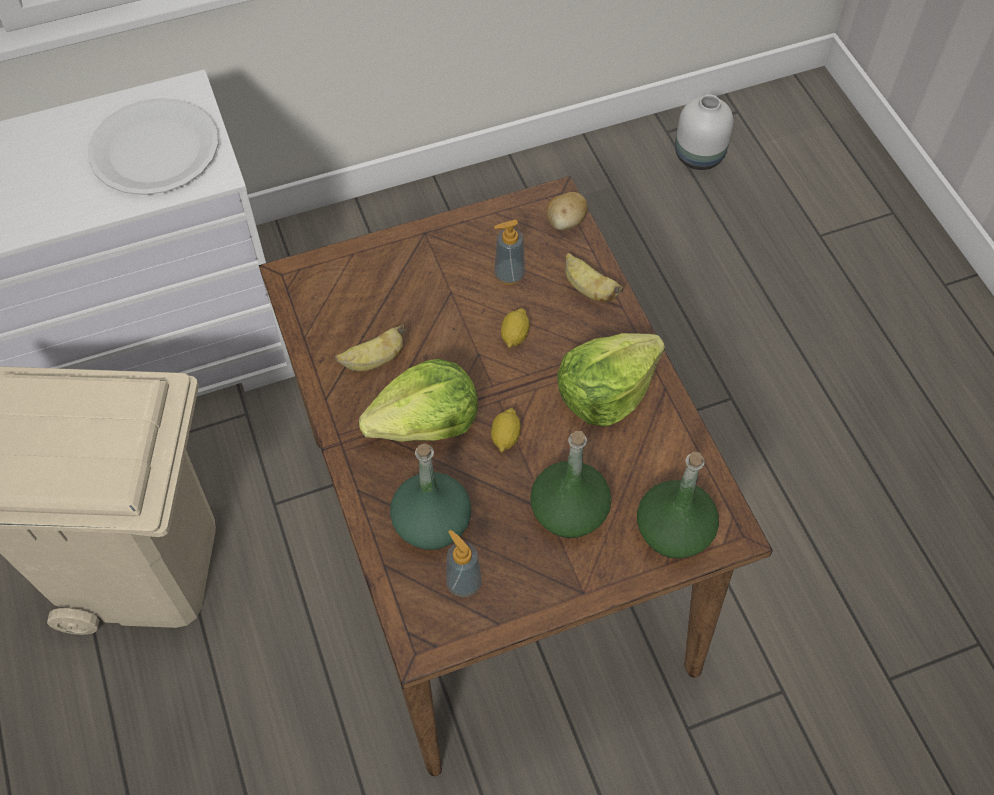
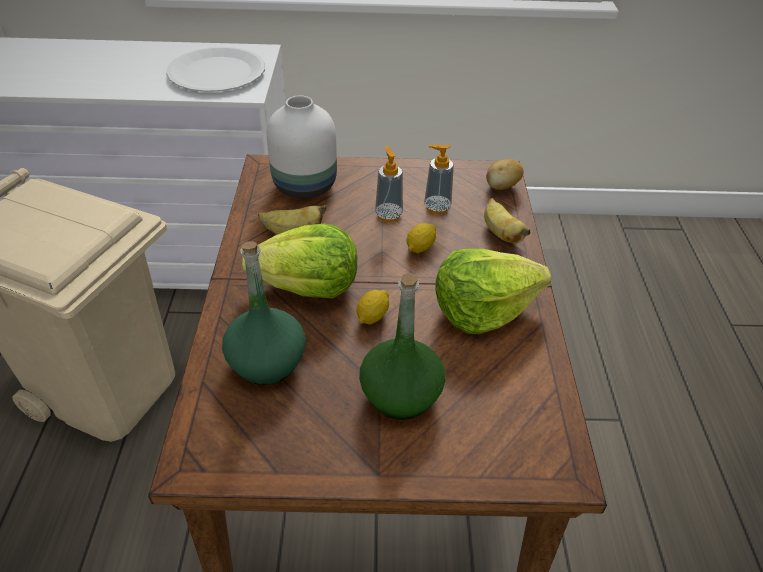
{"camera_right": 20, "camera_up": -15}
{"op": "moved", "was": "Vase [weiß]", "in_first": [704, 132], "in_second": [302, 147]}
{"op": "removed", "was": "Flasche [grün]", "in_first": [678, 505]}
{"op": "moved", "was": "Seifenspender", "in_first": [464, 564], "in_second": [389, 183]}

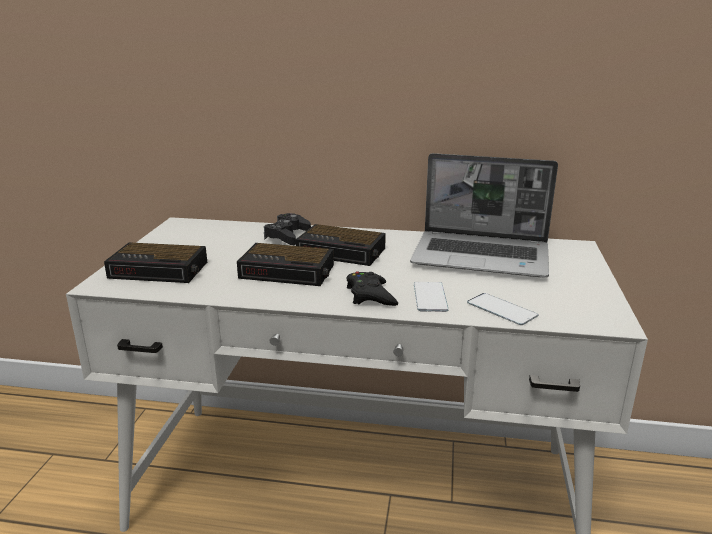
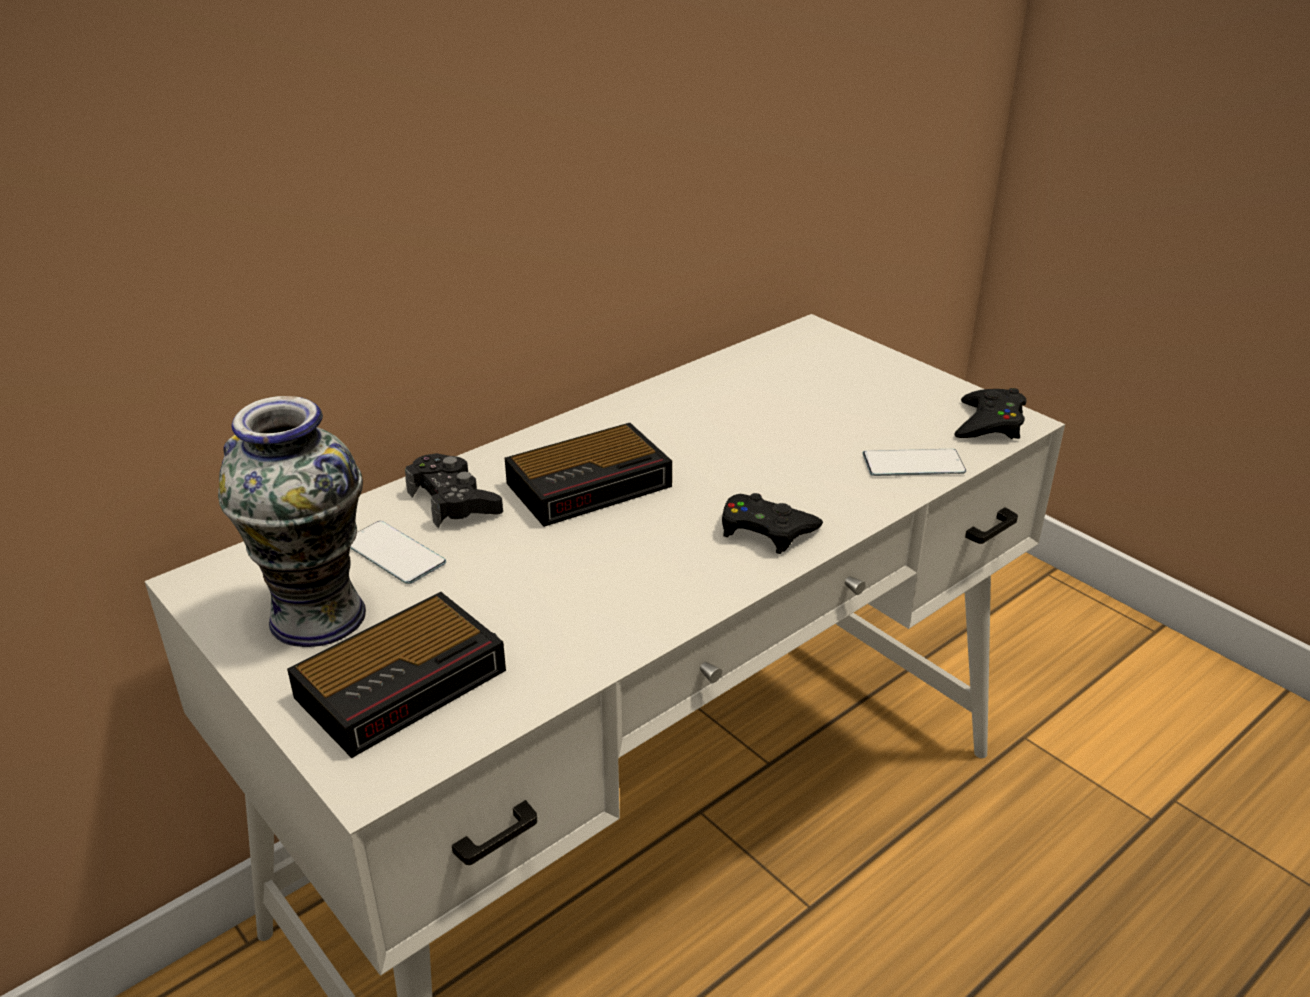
{"camera_right": -50, "camera_up": 10}
{"op": "removed", "was": "Laptop", "in_first": [484, 215]}
{"op": "removed", "was": "Wecker", "in_first": [285, 264]}
{"op": "moved", "was": "Handy", "in_first": [431, 297], "in_second": [398, 552]}
{"op": "added", "now": "Gamepad [schwarz]", "in_second": [990, 413]}
{"op": "added", "now": "Vase", "in_second": [292, 521]}

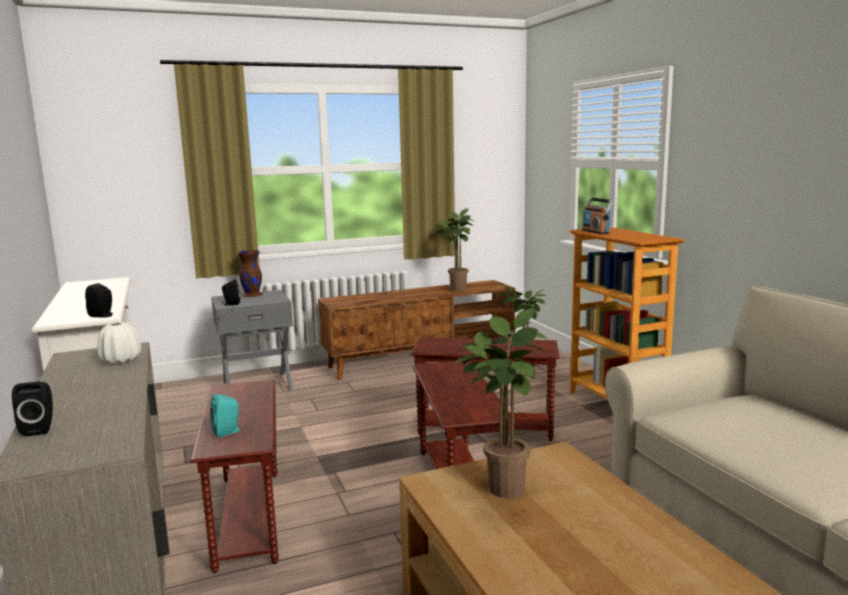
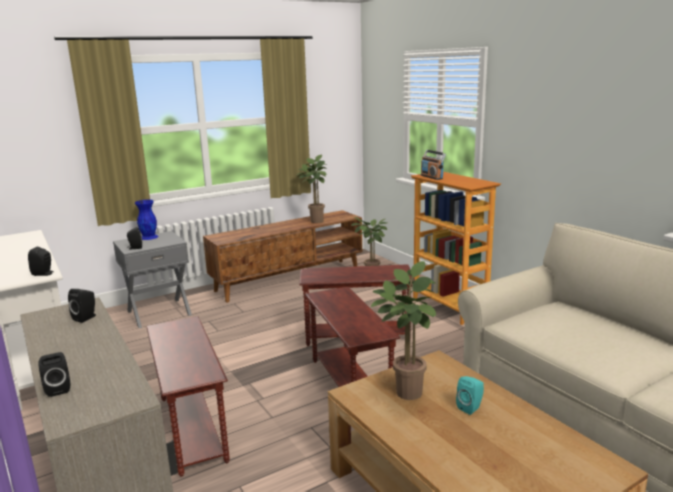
{"camera_right": -10, "camera_up": 5}
{"op": "recoloured", "was": "Vase [braun]", "now": "Vase [blau]", "in_first": [250, 273], "in_second": [147, 220]}
{"op": "replaced", "was": "Vase [weiß]", "now": "Lautsprecher [schwarz]", "in_first": [119, 343], "in_second": [82, 306]}
{"op": "moved", "was": "Lautsprecher [türkis]", "in_first": [225, 415], "in_second": [470, 395]}

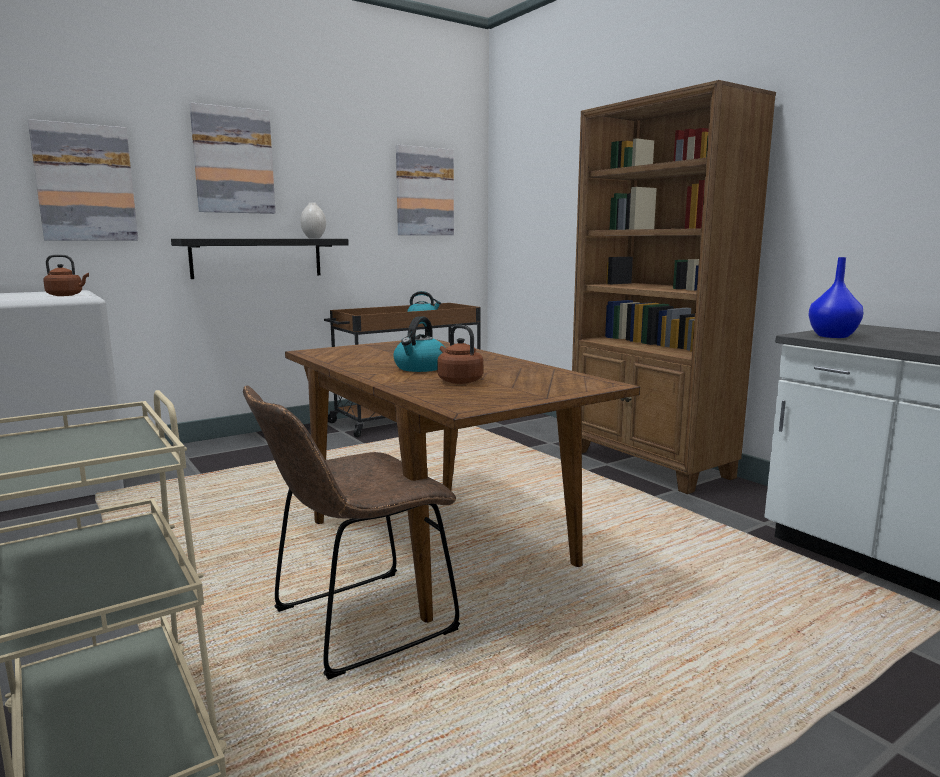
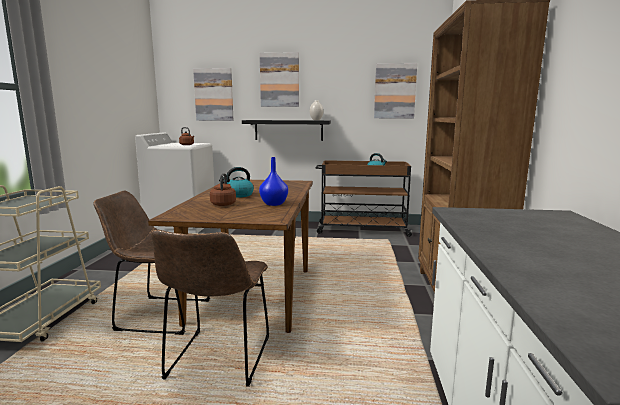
{"camera_right": 40, "camera_up": 0}
{"op": "moved", "was": "Vase [blau]", "in_first": [836, 297], "in_second": [273, 181]}
{"op": "added", "now": "Stuhl [braun]", "in_second": [210, 308]}

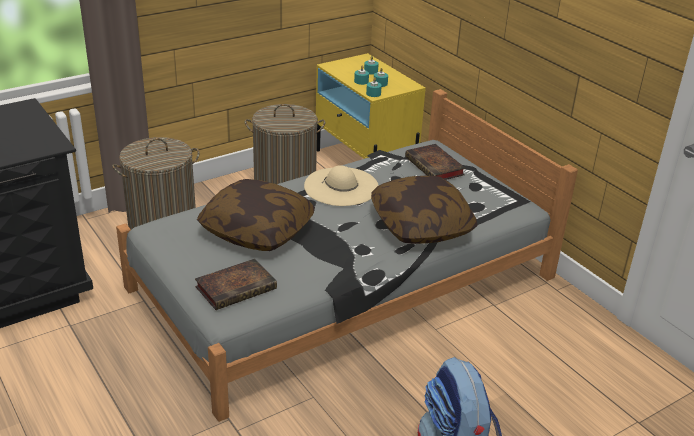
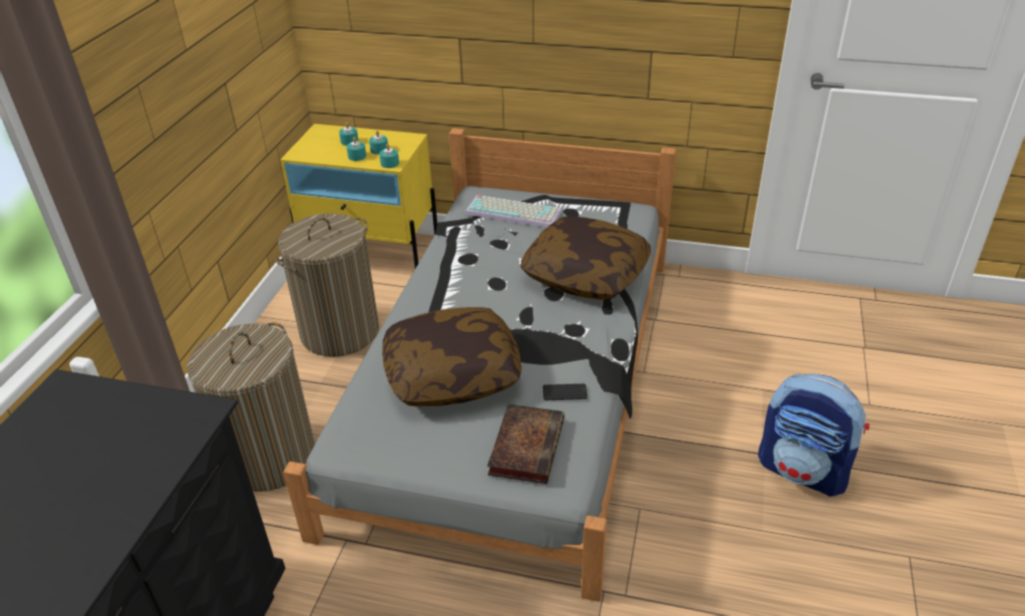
{"camera_right": -40, "camera_up": 5}
{"op": "replaced", "was": "Buch", "now": "Tastatur", "in_first": [435, 162], "in_second": [513, 211]}
{"op": "removed", "was": "Hut [beige]", "in_first": [341, 185]}
{"op": "added", "now": "Handy", "in_second": [565, 392]}

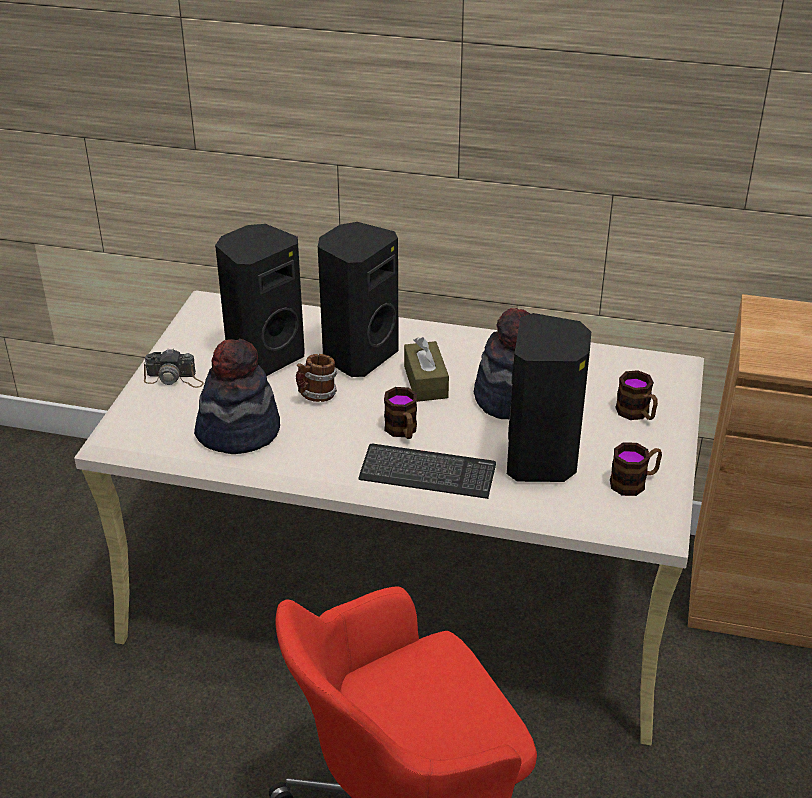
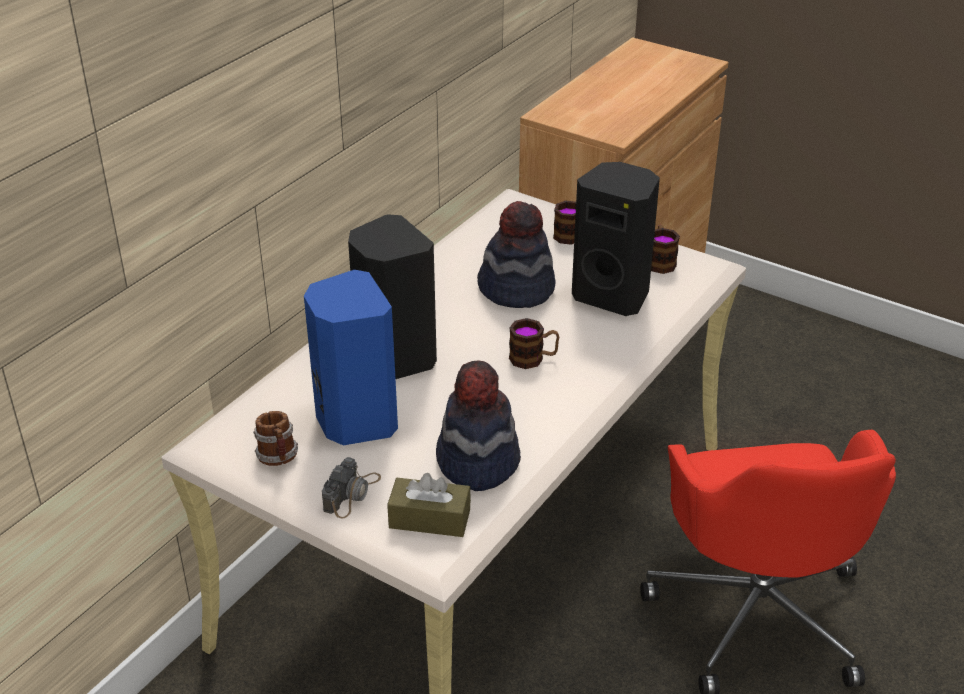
{"camera_right": -70, "camera_up": 0}
{"op": "recoloured", "was": "Lautsprecher [schwarz]", "now": "Lautsprecher [blau]", "in_first": [259, 300], "in_second": [351, 357]}
{"op": "moved", "was": "Taschentuchbox [braun]", "in_first": [426, 369], "in_second": [429, 505]}
{"op": "moved", "was": "Henkelbecher", "in_first": [316, 378], "in_second": [275, 438]}
{"op": "removed", "was": "Tastatur", "in_first": [427, 471]}

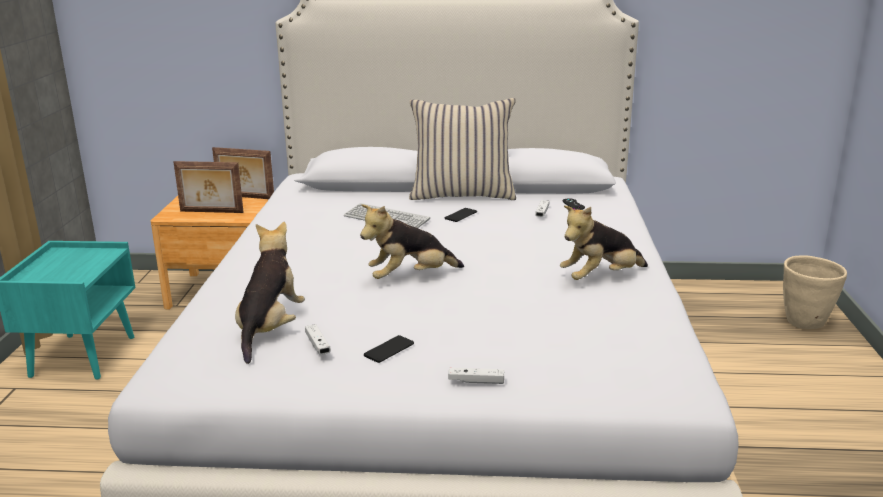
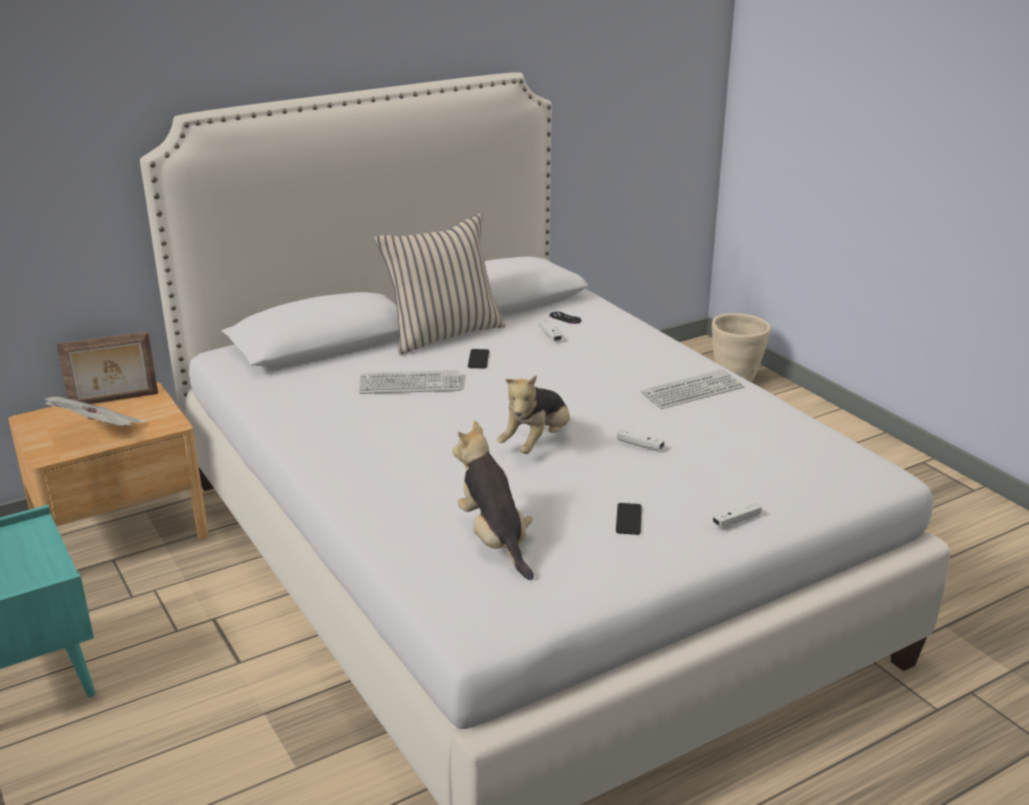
{"camera_right": -35, "camera_up": 5}
{"op": "replaced", "was": "Bilderrahmen", "now": "Zeitung", "in_first": [209, 187], "in_second": [95, 411]}
{"op": "replaced", "was": "Plüschtier", "now": "Tastatur", "in_first": [604, 242], "in_second": [692, 389]}
{"op": "moved", "was": "Gamepad [weiß]", "in_first": [318, 339], "in_second": [640, 439]}

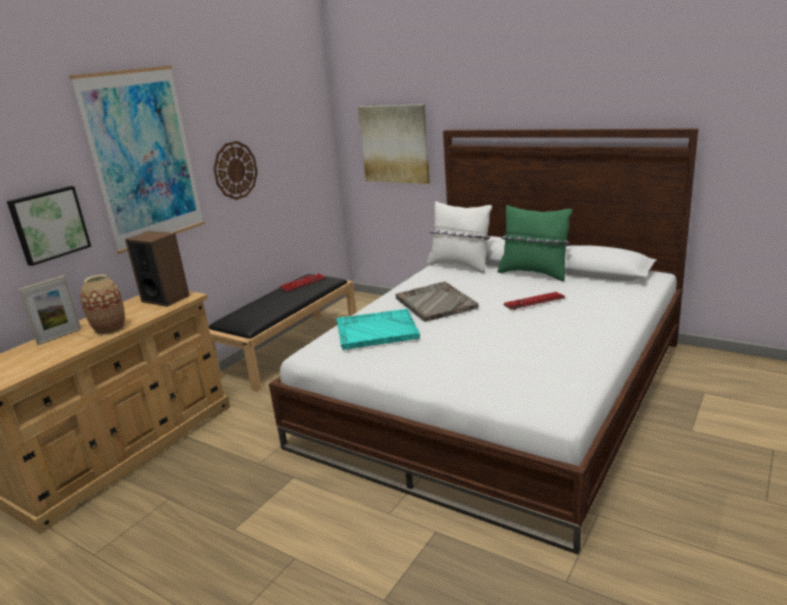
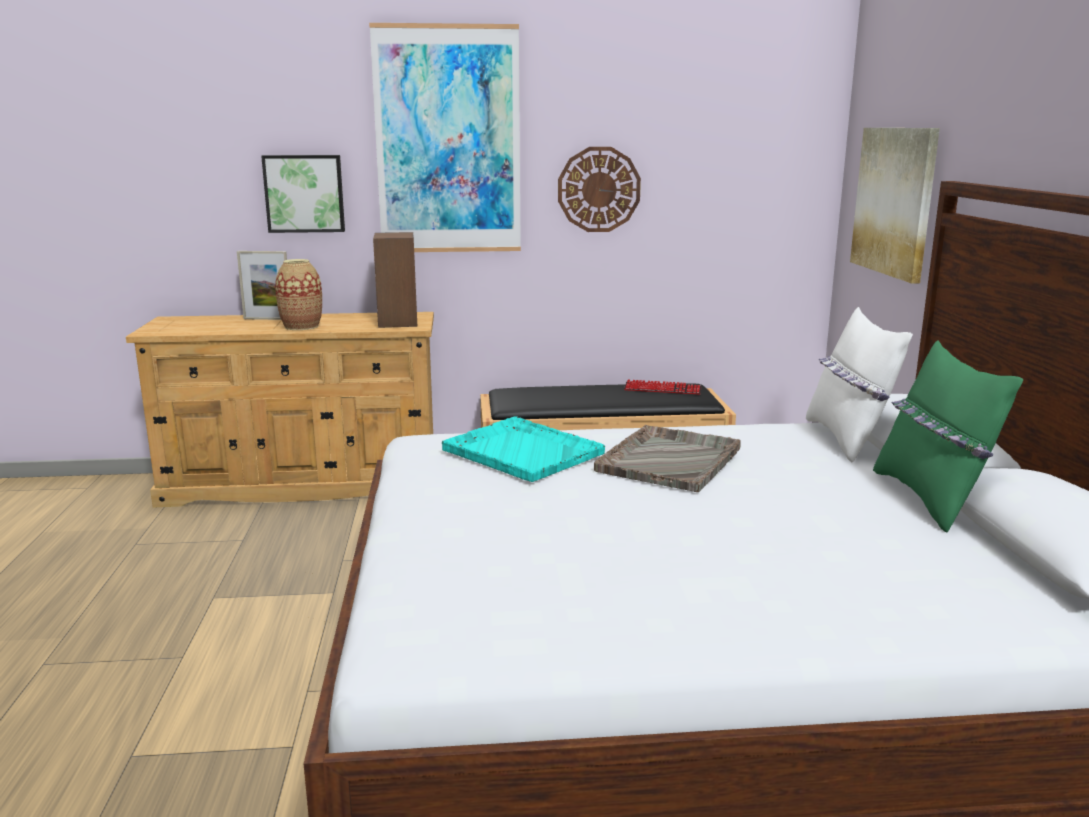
{"camera_right": 50, "camera_up": -5}
{"op": "removed", "was": "Tastatur", "in_first": [534, 301]}

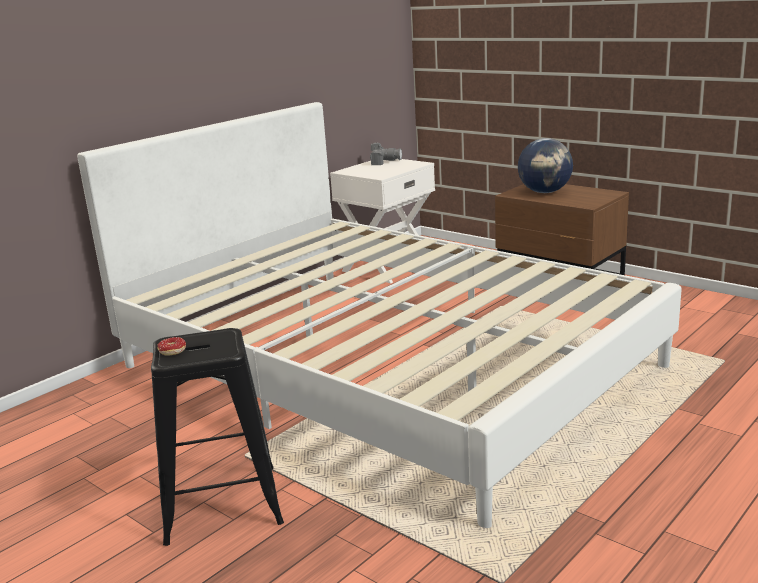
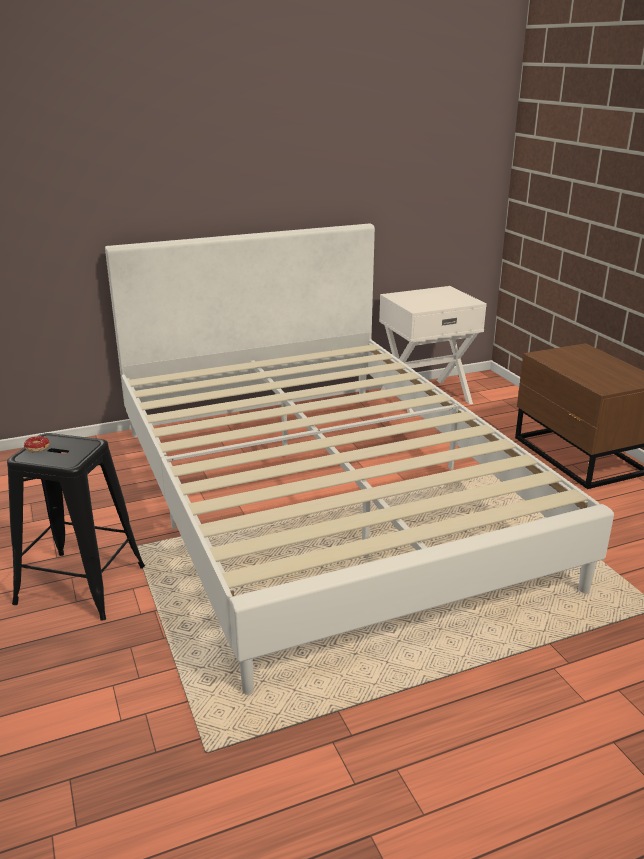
{"camera_right": 25, "camera_up": 5}
{"op": "removed", "was": "Globus", "in_first": [545, 165]}
{"op": "removed", "was": "Kamera", "in_first": [386, 154]}

